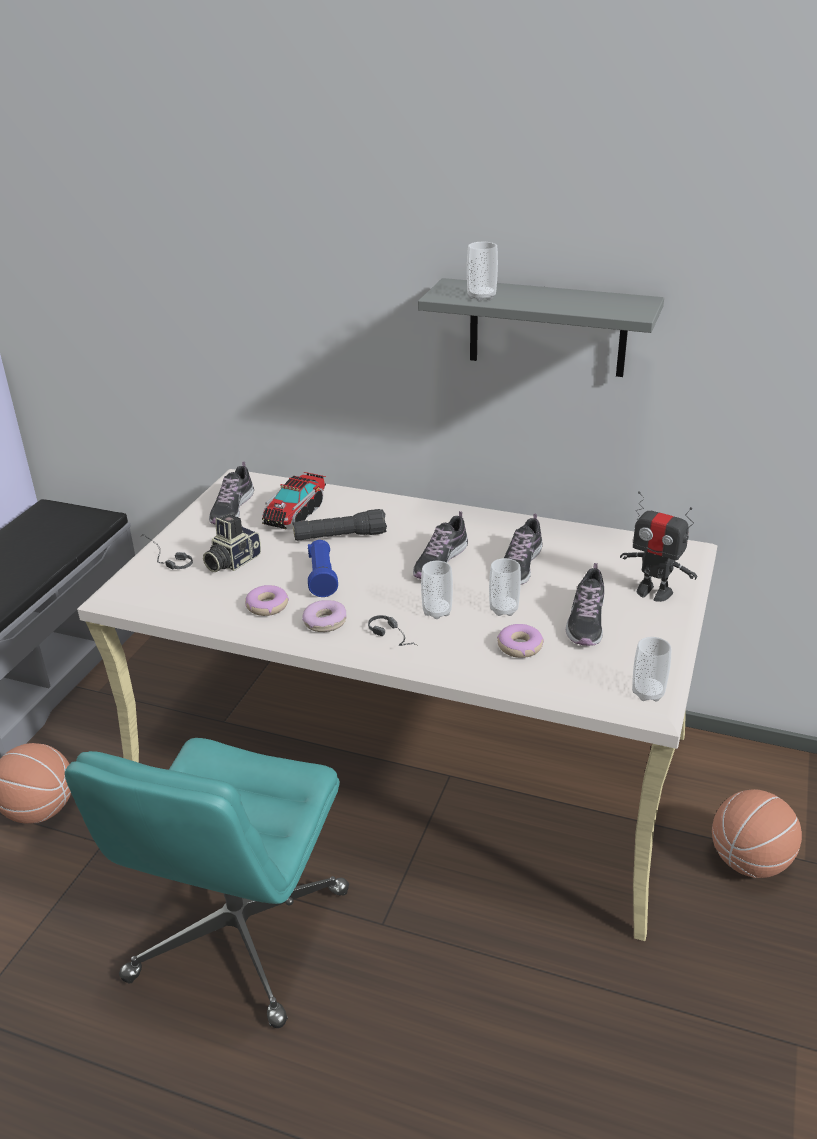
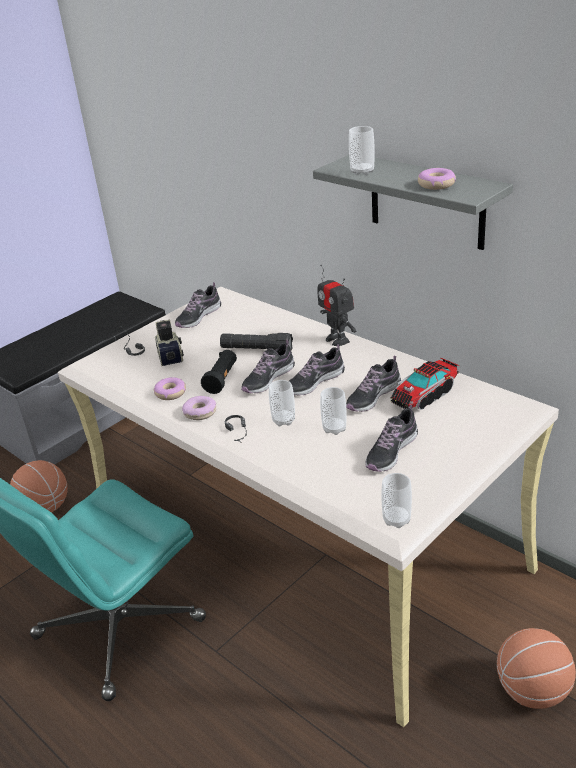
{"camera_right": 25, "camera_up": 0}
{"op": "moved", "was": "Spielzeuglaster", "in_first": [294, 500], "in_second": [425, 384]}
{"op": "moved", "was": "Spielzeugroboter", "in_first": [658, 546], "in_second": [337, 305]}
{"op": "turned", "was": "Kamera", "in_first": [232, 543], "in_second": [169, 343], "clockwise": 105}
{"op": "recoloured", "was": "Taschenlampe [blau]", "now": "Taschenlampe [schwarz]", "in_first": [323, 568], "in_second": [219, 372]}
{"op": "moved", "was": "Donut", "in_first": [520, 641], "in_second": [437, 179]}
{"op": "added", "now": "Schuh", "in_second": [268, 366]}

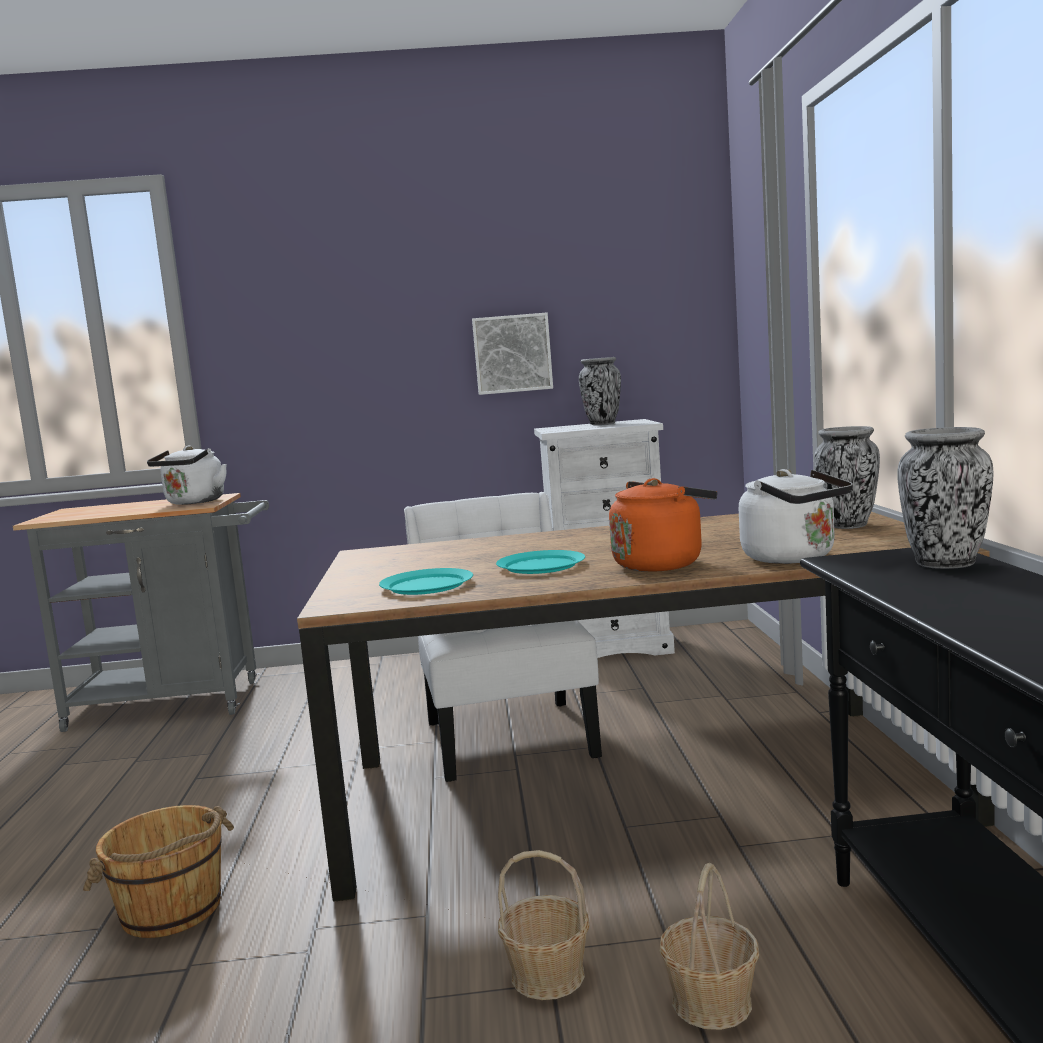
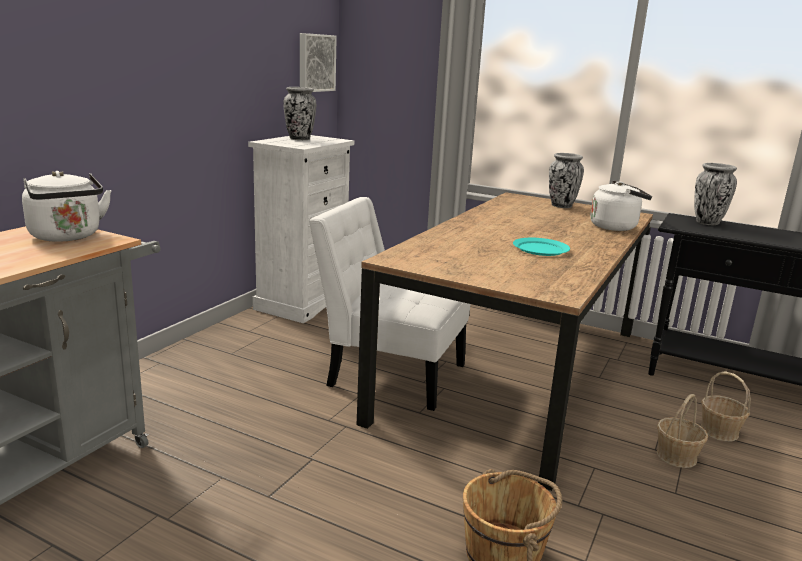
{"camera_right": -60, "camera_up": 10}
{"op": "moved", "was": "Bild", "in_first": [512, 354], "in_second": [318, 62]}
{"op": "removed", "was": "Wasserkessel [orange]", "in_first": [663, 525]}
{"op": "removed", "was": "Teller [türkis]", "in_first": [426, 581]}

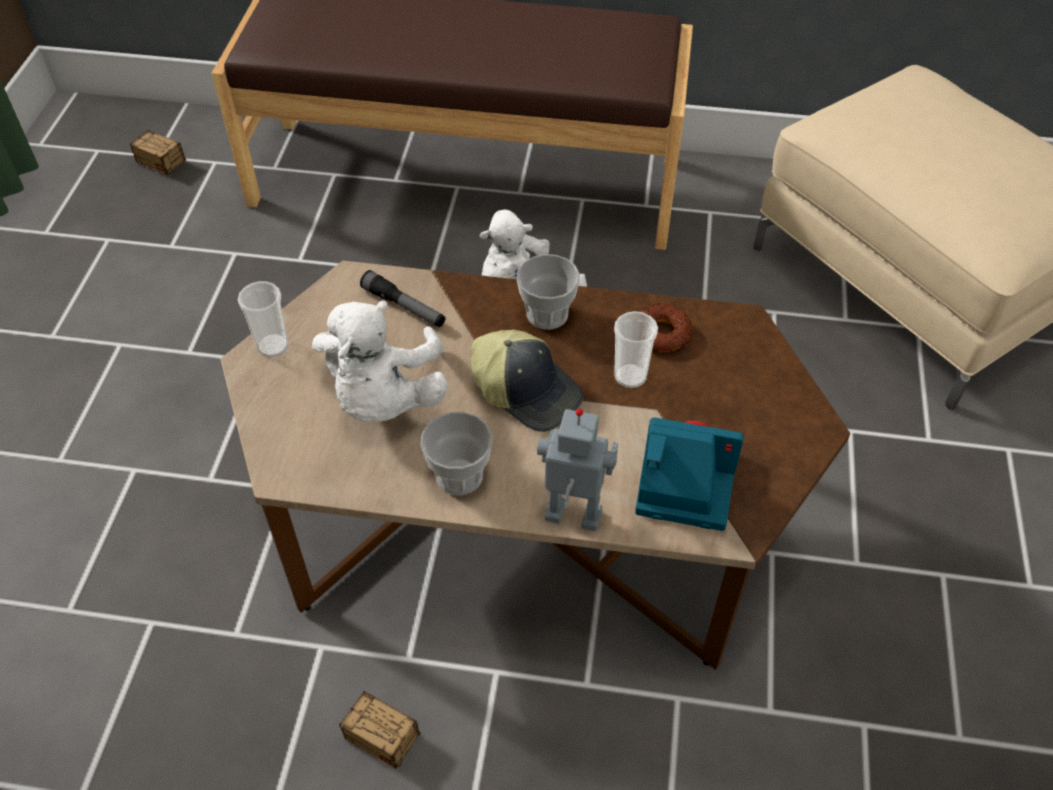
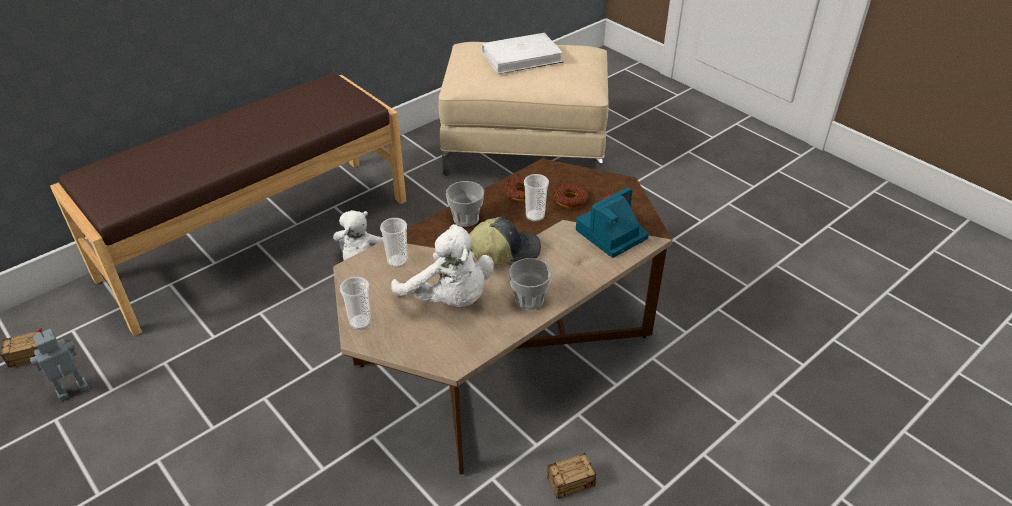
{"camera_right": -50, "camera_up": -10}
{"op": "replaced", "was": "Taschenlampe", "now": "Tasse", "in_first": [402, 298], "in_second": [394, 243]}
{"op": "moved", "was": "Spielzeugroboter", "in_first": [577, 470], "in_second": [59, 364]}
{"op": "added", "now": "Buch [weiß]", "in_second": [522, 53]}
{"op": "added", "now": "Donut", "in_second": [570, 195]}

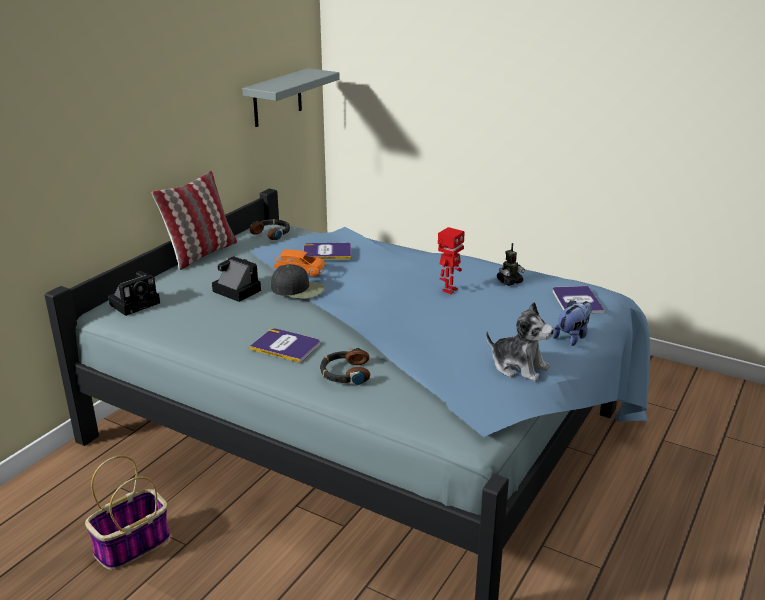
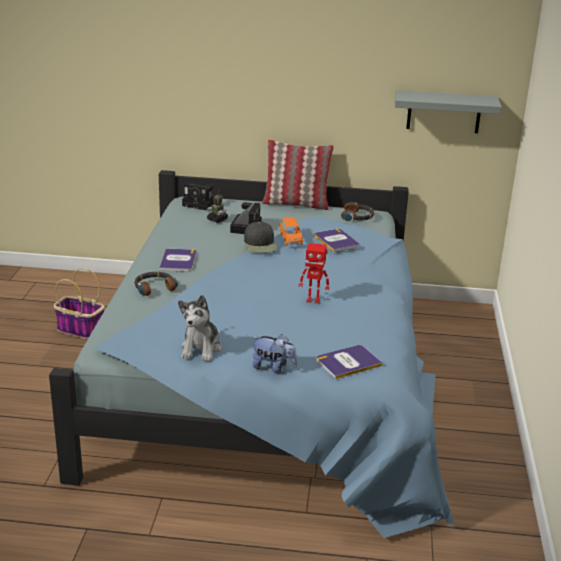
{"camera_right": 65, "camera_up": 0}
{"op": "moved", "was": "Spielzeugroboter", "in_first": [511, 264], "in_second": [217, 206]}

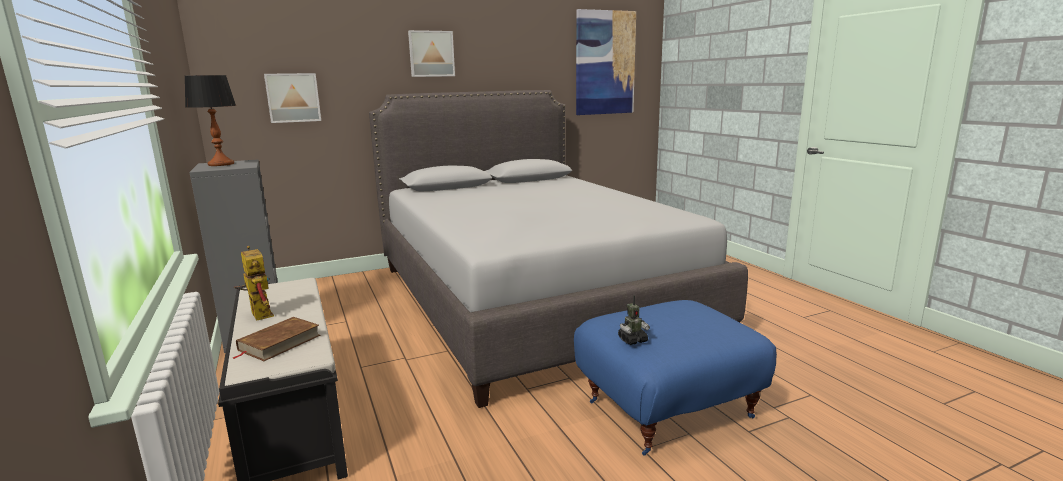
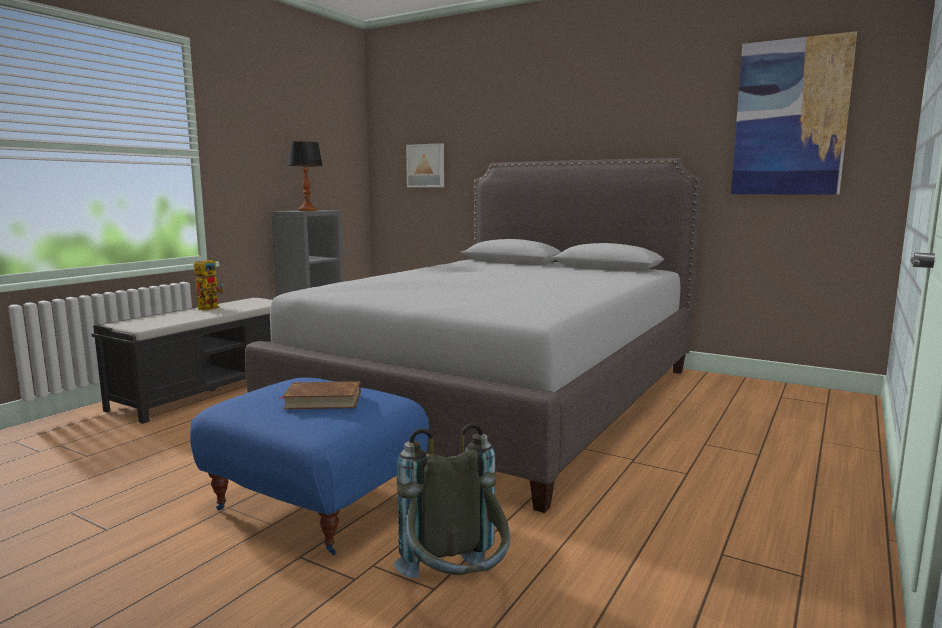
{"camera_right": 55, "camera_up": -5}
{"op": "removed", "was": "Bild", "in_first": [431, 53]}
{"op": "removed", "was": "Spielzeugroboter", "in_first": [634, 320]}
{"op": "moved", "was": "Buch [braun]", "in_first": [276, 339], "in_second": [319, 395]}
{"op": "added", "now": "Rucksack [grau]", "in_second": [452, 500]}

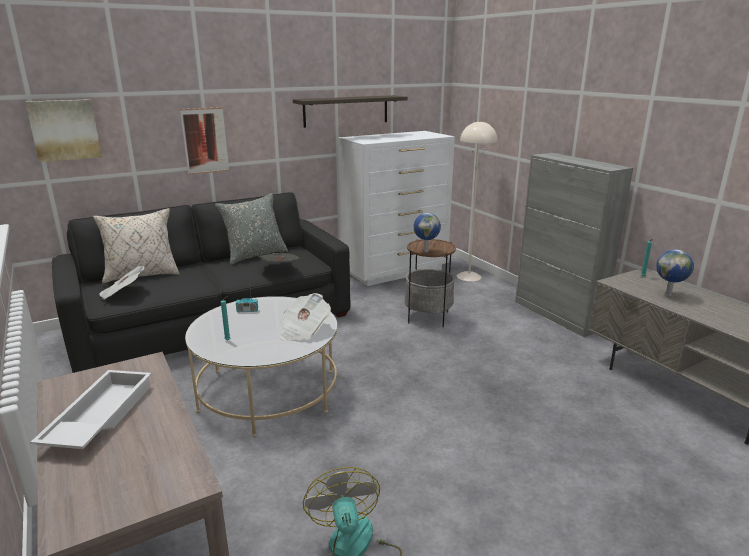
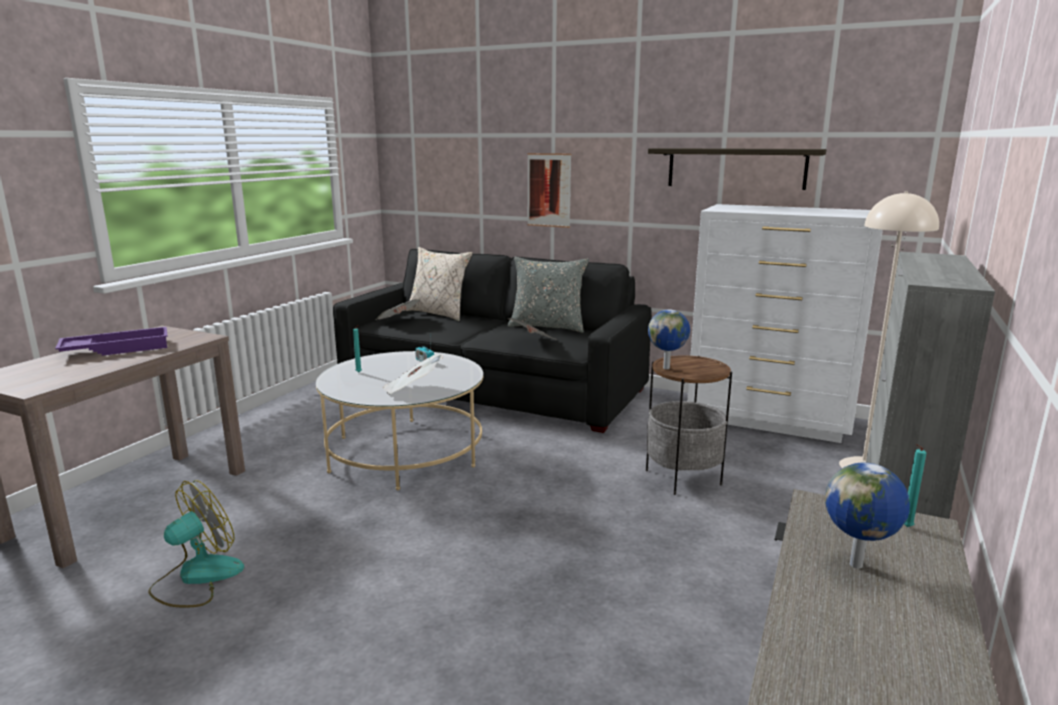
{"camera_right": 55, "camera_up": -5}
{"op": "removed", "was": "Bild", "in_first": [63, 130]}
{"op": "recoloured", "was": "Tablett [weiß]", "now": "Tablett [lila]", "in_first": [91, 409], "in_second": [111, 341]}

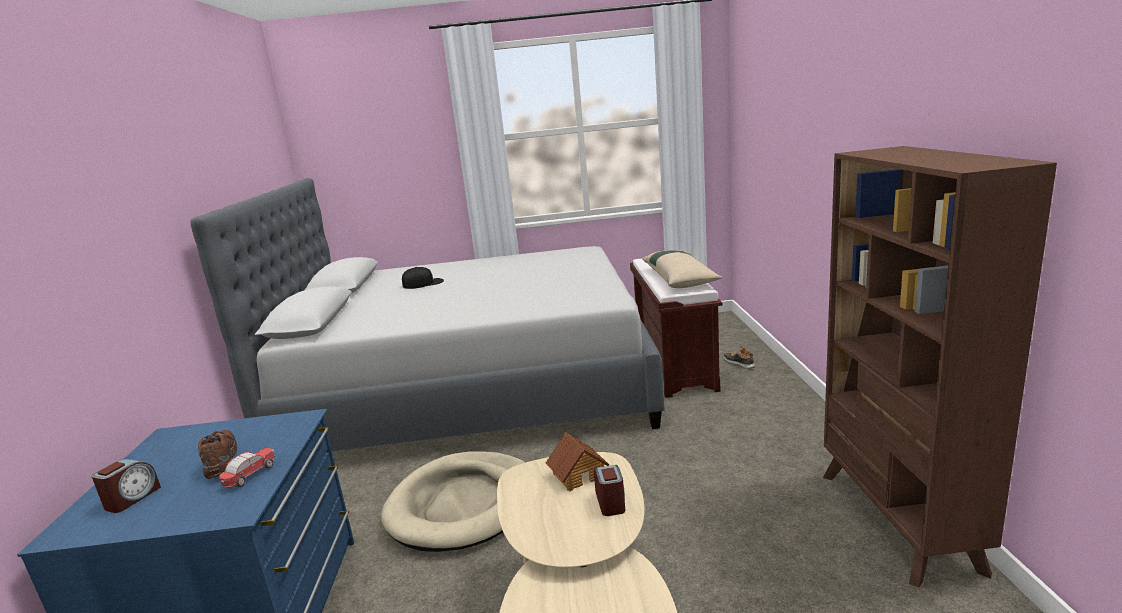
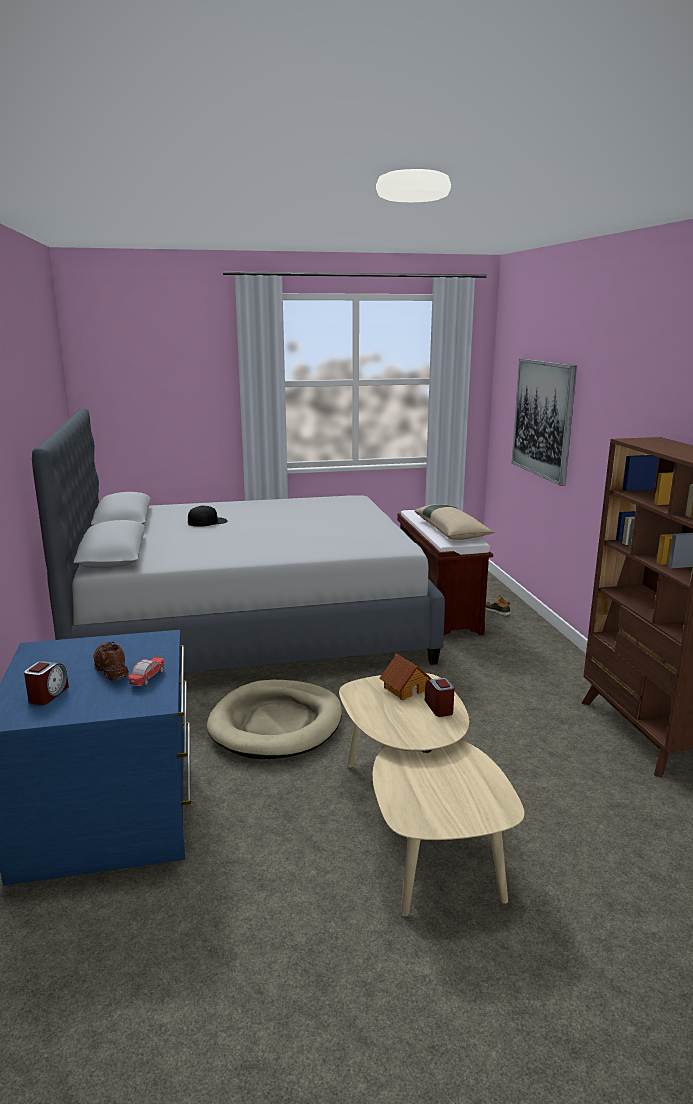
{"camera_right": -10, "camera_up": 0}
{"op": "added", "now": "Bild", "in_second": [544, 422]}

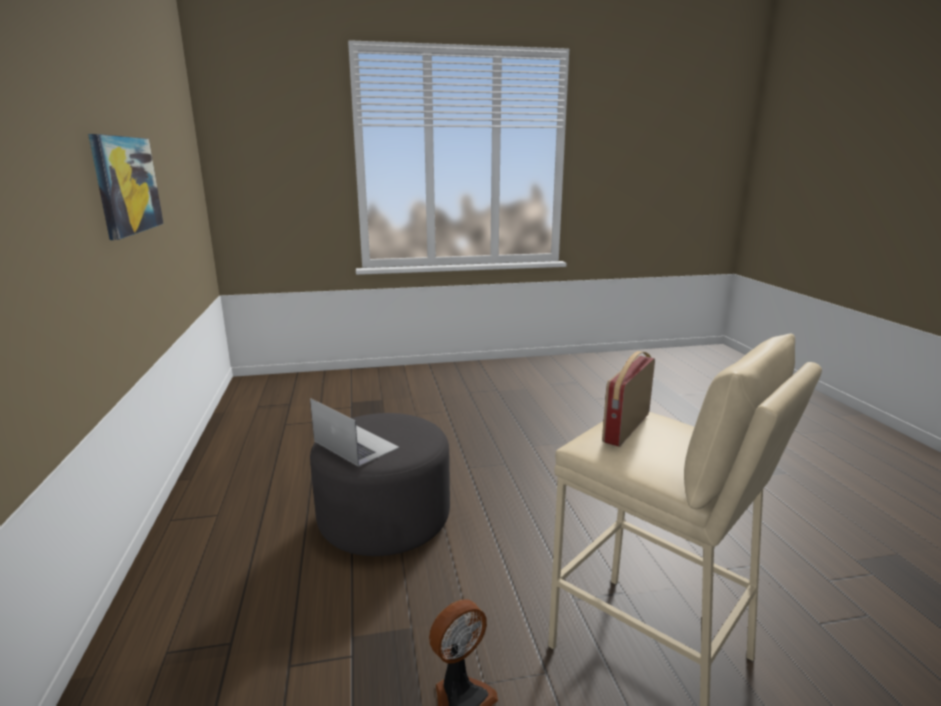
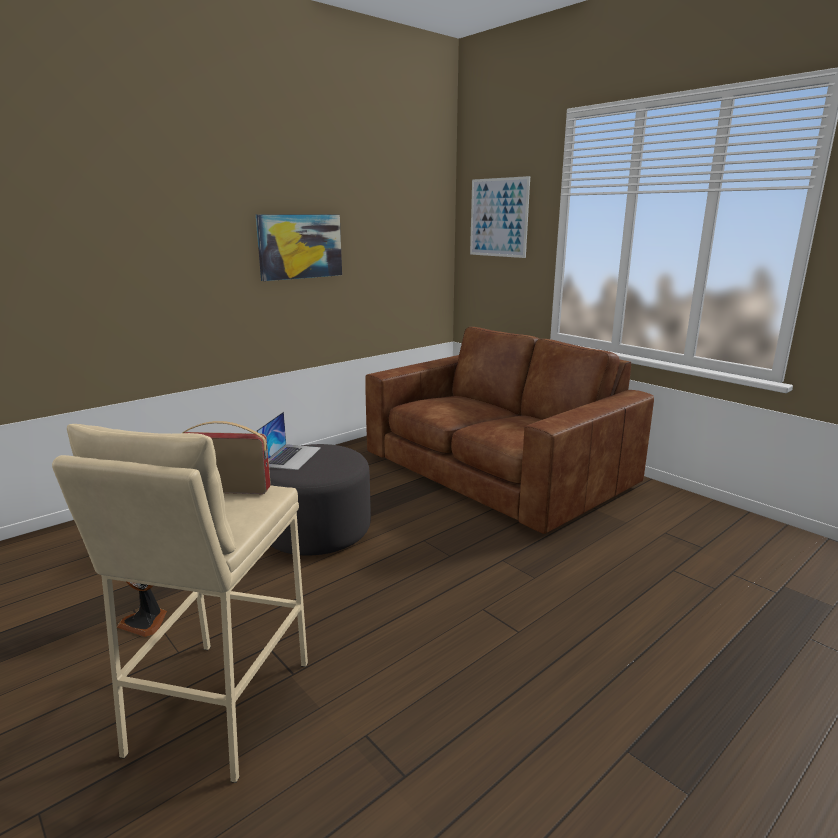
{"camera_right": 60, "camera_up": 0}
{"op": "added", "now": "Bild", "in_second": [500, 217]}
{"op": "added", "now": "Sofa [braun]", "in_second": [509, 430]}

